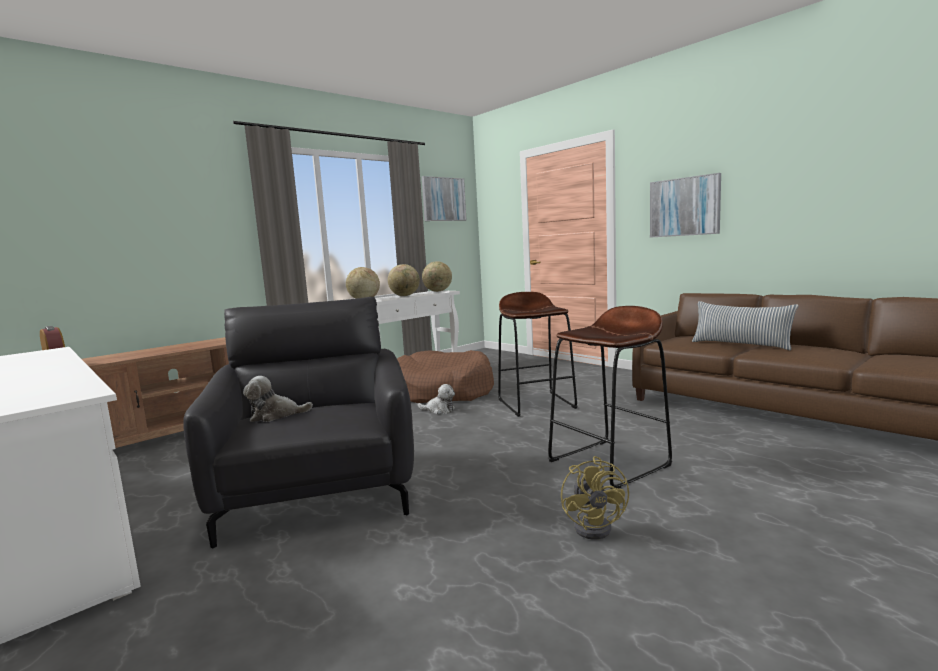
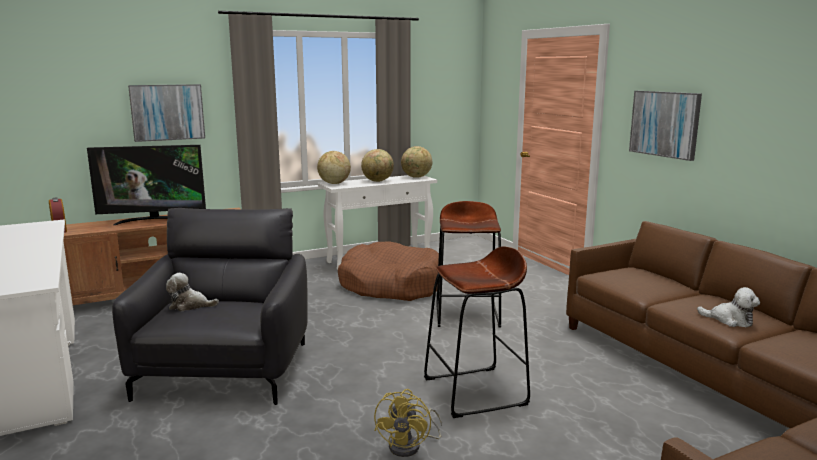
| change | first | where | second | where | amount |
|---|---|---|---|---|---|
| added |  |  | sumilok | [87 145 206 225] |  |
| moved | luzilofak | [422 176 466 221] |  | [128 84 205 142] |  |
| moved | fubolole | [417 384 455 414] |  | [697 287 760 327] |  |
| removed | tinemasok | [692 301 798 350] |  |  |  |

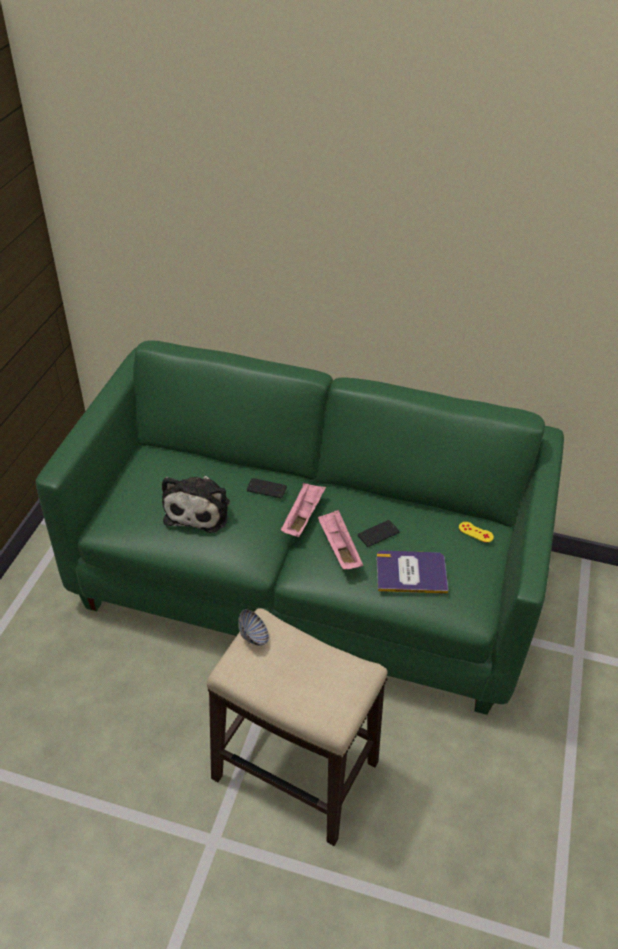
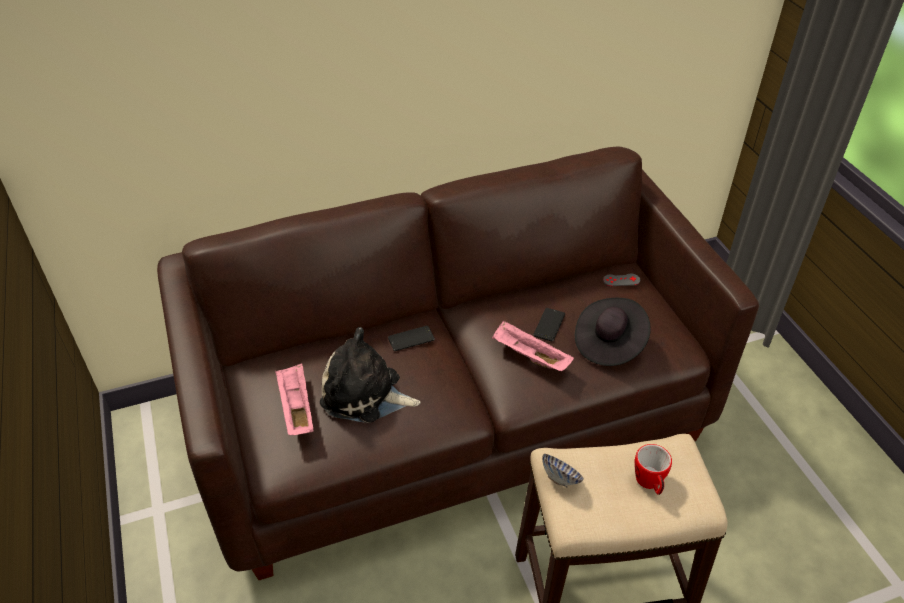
| change | first | where | second | where | amount |
|---|---|---|---|---|---|
| recoloured | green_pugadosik | [35 340 564 715] | brown_pugadosik | [157 147 759 580] |  |
| moved | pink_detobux | [281 483 326 537] |  | [275 363 313 436] |  |
| turned | fubolole | [162 476 230 533] |  | [320 327 421 423] | 135 degrees clockwise |
| replaced | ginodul | [377 551 448 594] | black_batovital | [575 298 651 366] |  |
| recoloured | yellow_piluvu | [459 522 494 543] | grey_piluvu | [603 274 640 286] |  |
| added |  |  | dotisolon | [634 444 672 495] |  |

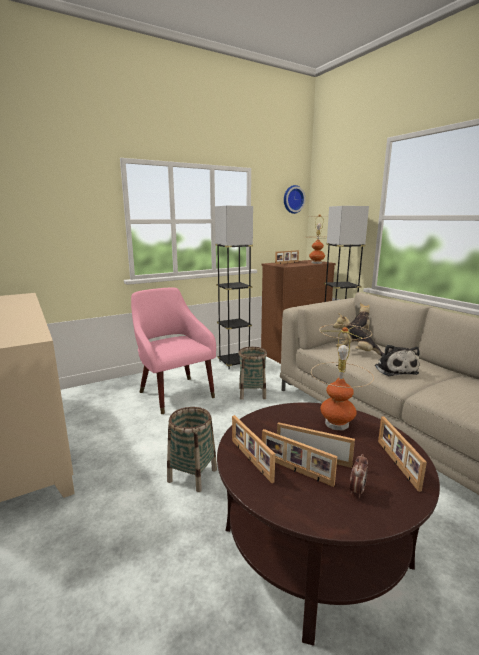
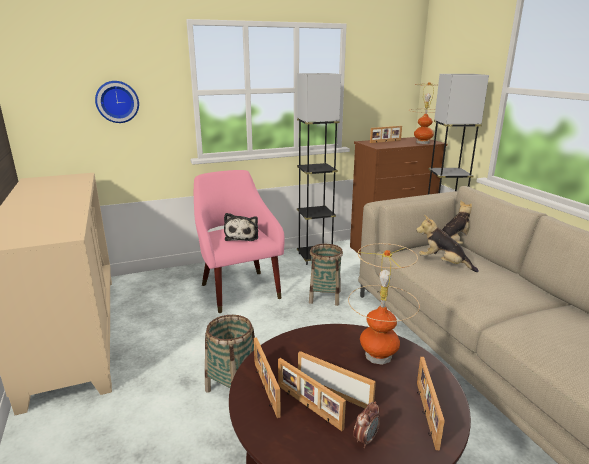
| change | first | where | second | where | amount |
|---|---|---|---|---|---|
| moved | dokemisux | [284 185 306 214] |  | [95 81 139 123] |  |
| moved | fubolole | [375 345 420 376] |  | [224 213 258 241] |  |

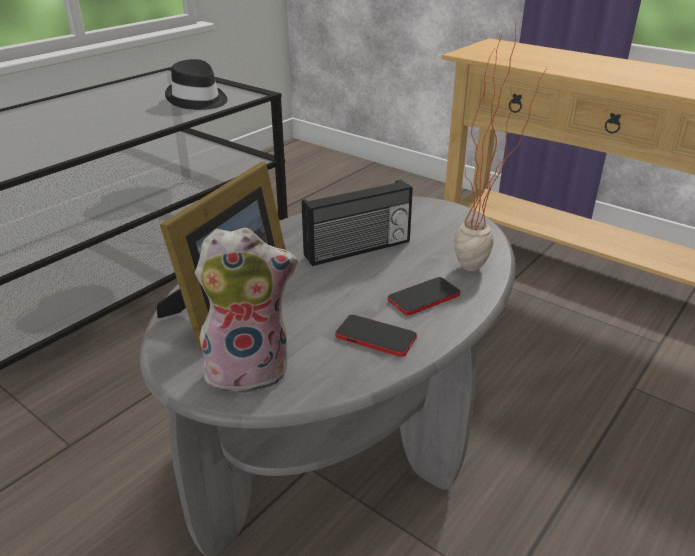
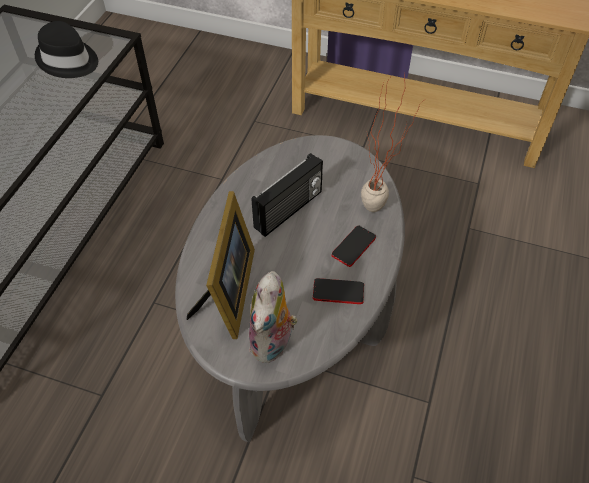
| change | first | where | second | where | amount |
|---|---|---|---|---|---|
| turned | fubolole | [195 228 298 395] |  | [249 271 298 363] | 135 degrees clockwise |

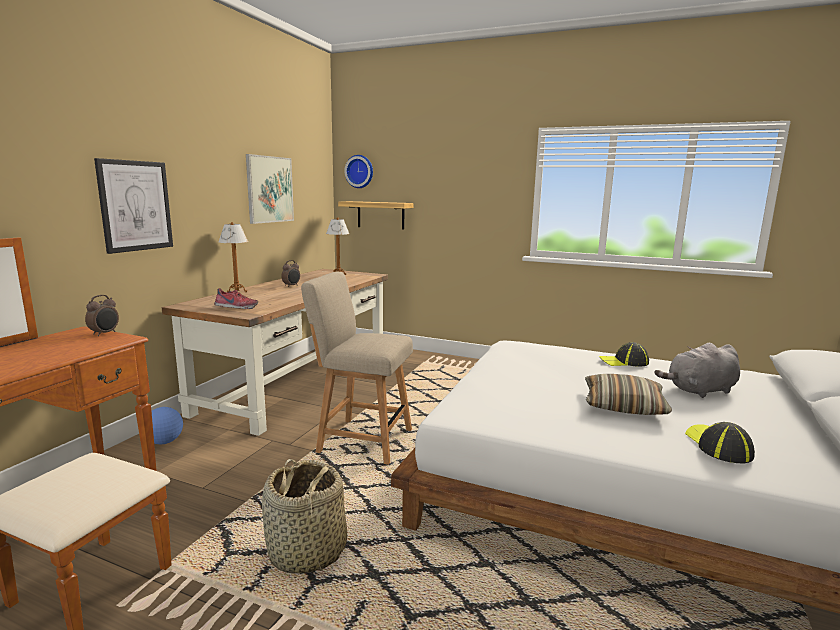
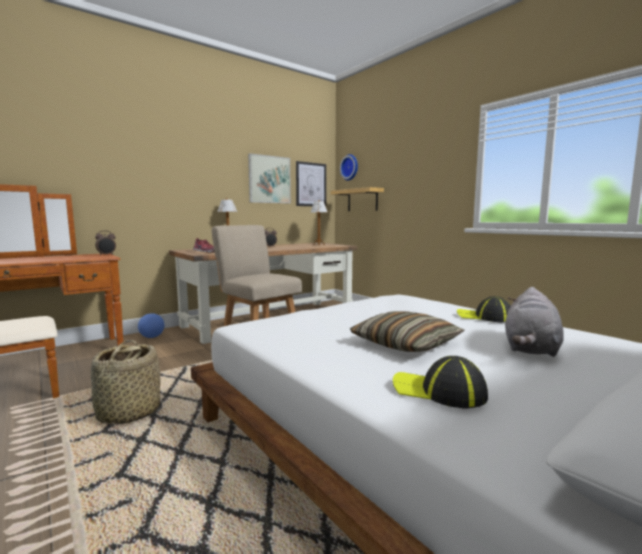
| change | first | where | second | where | amount |
|---|---|---|---|---|---|
| moved | luzilofak | [94 158 173 254] |  | [296 161 326 206] |  |
| turned | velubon | [685 422 755 464] |  | [393 356 488 408] | 90 degrees counterclockwise |
| turned | grey_fubolole | [654 343 740 398] |  | [505 287 564 357] | 75 degrees counterclockwise |

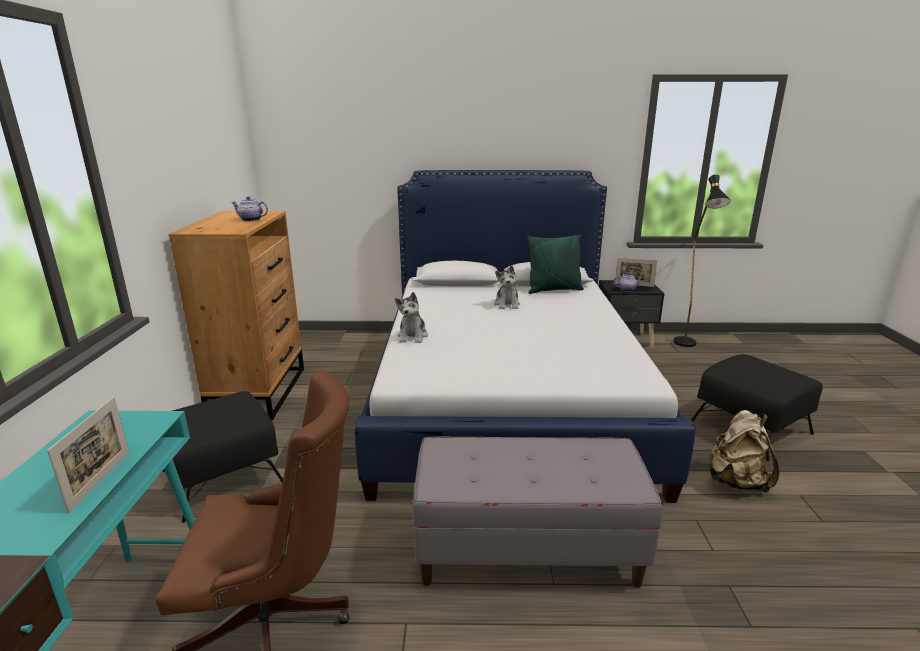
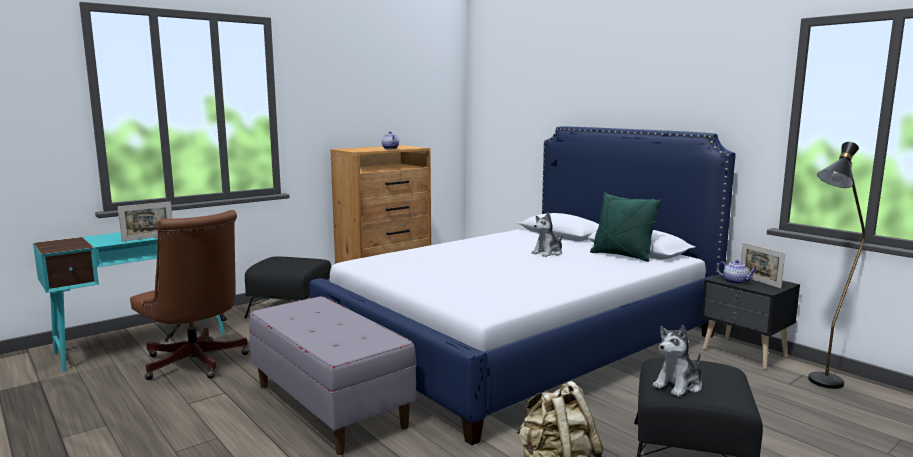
| change | first | where | second | where | amount |
|---|---|---|---|---|---|
| moved | fubolole | [395 292 428 343] |  | [653 325 702 397] |  |

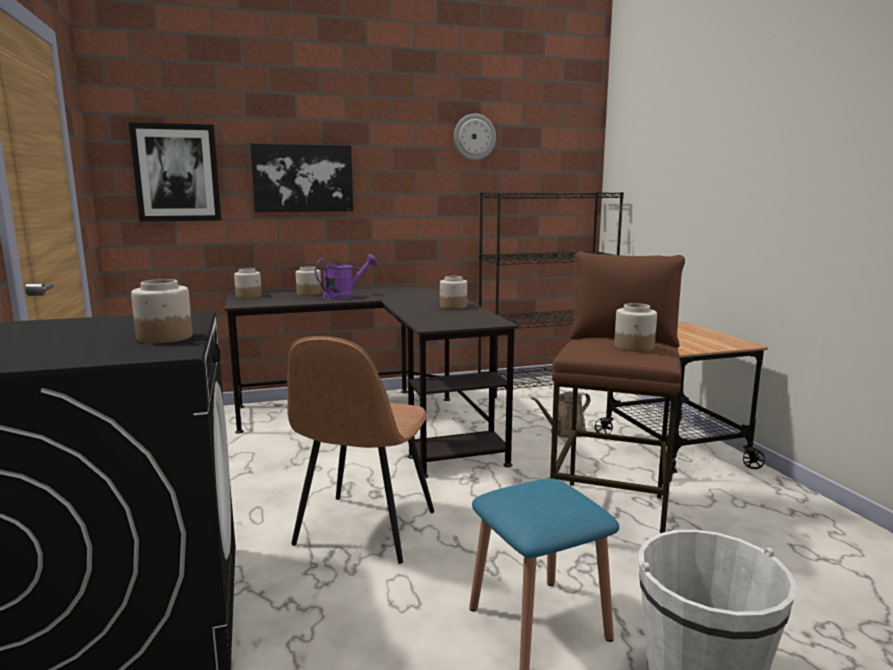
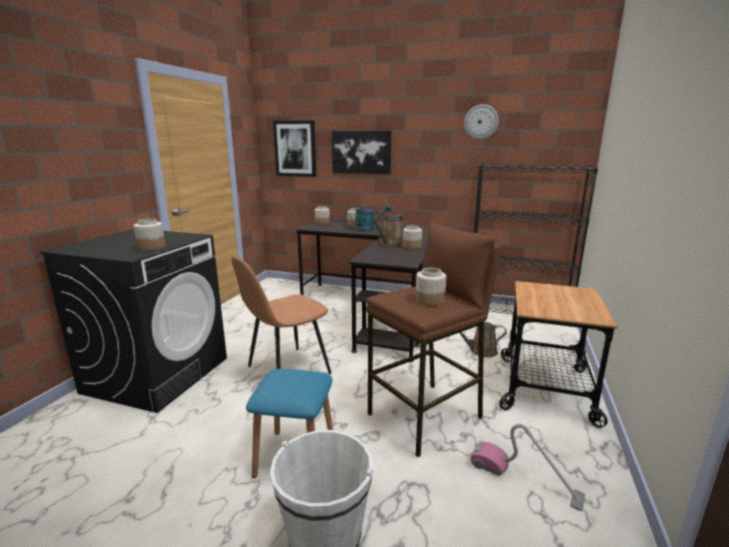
| change | first | where | second | where | amount |
|---|---|---|---|---|---|
| recoloured | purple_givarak | [315 254 377 300] | turquoise_givarak | [350 204 392 232] |  |
| added |  |  | brown_givarak | [370 215 403 246] |  |
| added |  |  | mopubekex | [470 424 585 511] |  |

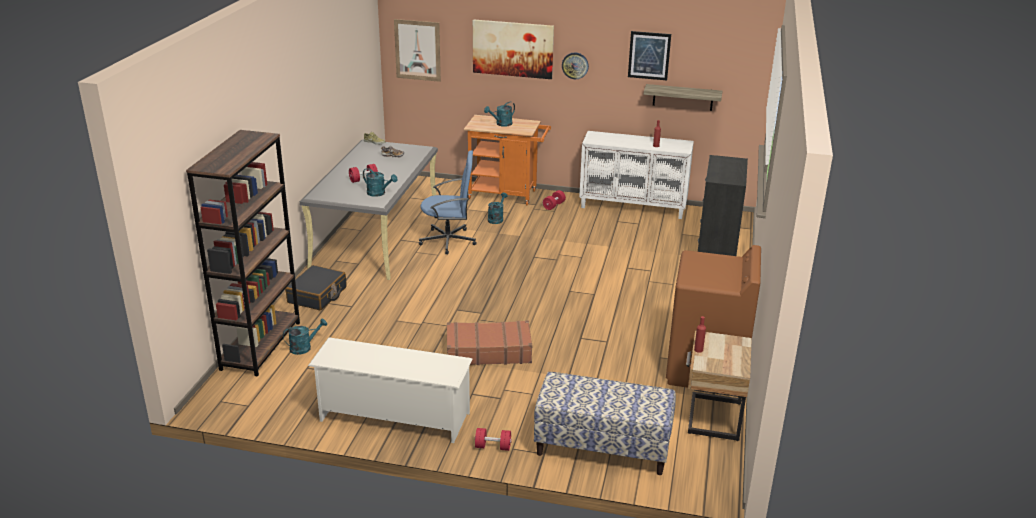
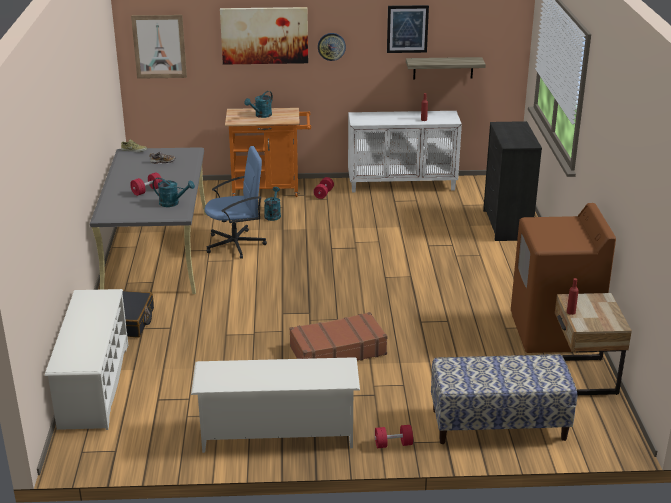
| change | first | where | second | where | amount |
|---|---|---|---|---|---|
| replaced | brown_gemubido | [186 130 300 377] | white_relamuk | [45 289 128 430] |  |
| removed | turquoise_givarak | [283 318 327 355] |  |  |  |

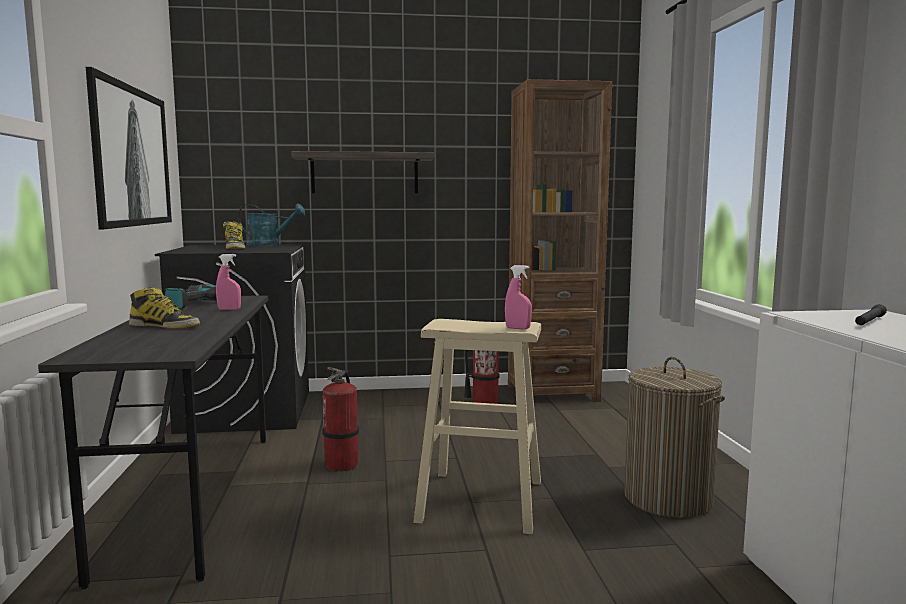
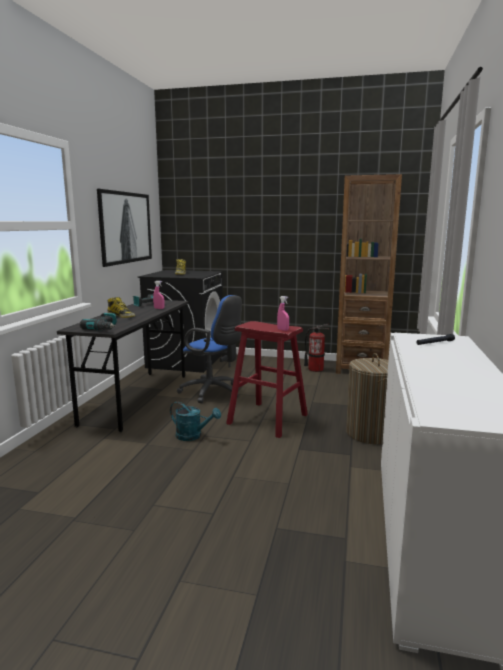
| change | first | where | second | where | amount |
|---|---|---|---|---|---|
| added |  |  | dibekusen | [80 313 117 330] |  |
| moved | turquoise_givarak | [238 203 305 246] |  | [170 402 221 441] |  |
| replaced | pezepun | [322 367 359 472] | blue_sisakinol | [177 295 242 403] |  |
| recoloured | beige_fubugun | [413 319 541 534] | red_fubugun | [226 321 308 438] |  |
| removed | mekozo | [292 151 435 193] |  |  |  |

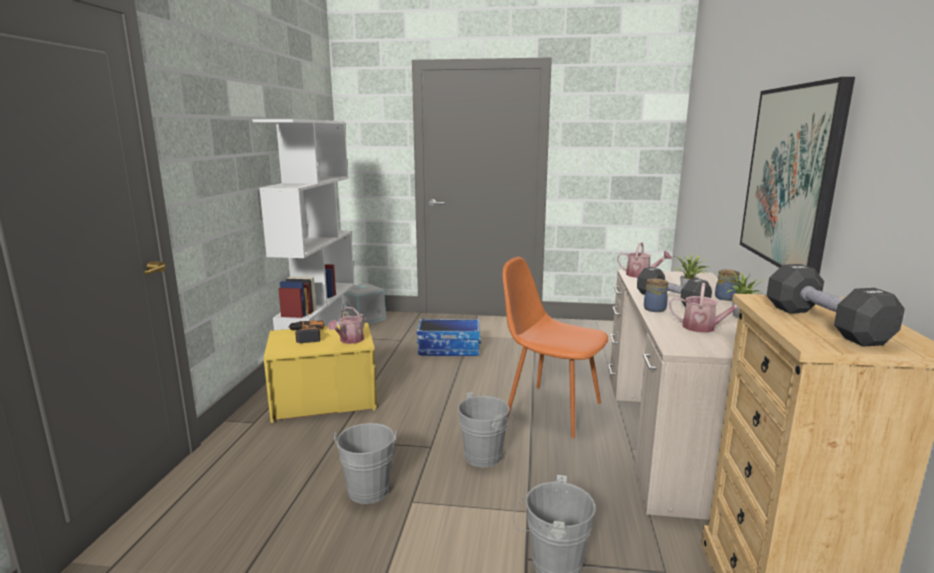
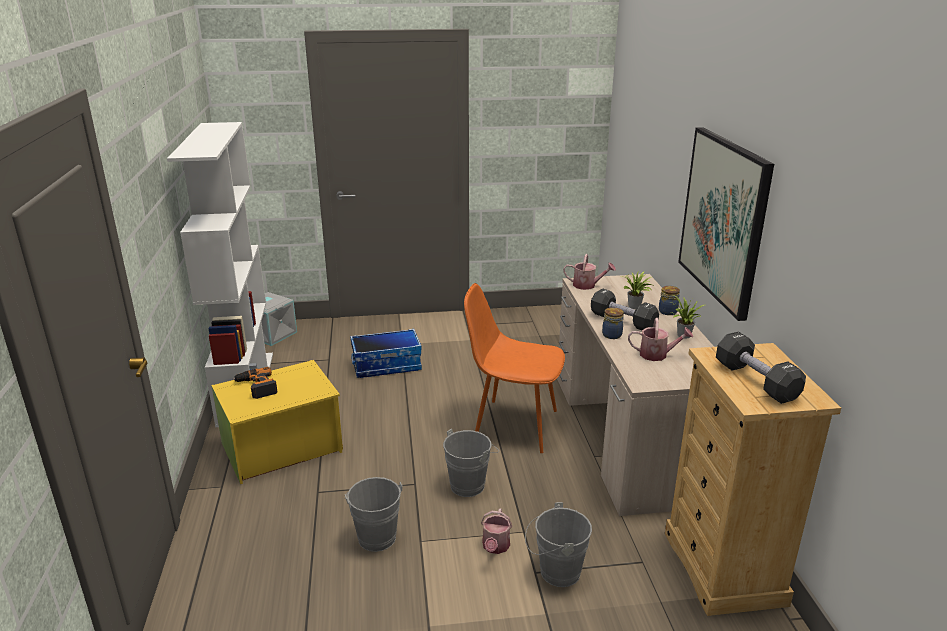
| change | first | where | second | where | amount |
|---|---|---|---|---|---|
| moved | givarak | [328 307 365 344] |  | [481 508 512 554] |  |

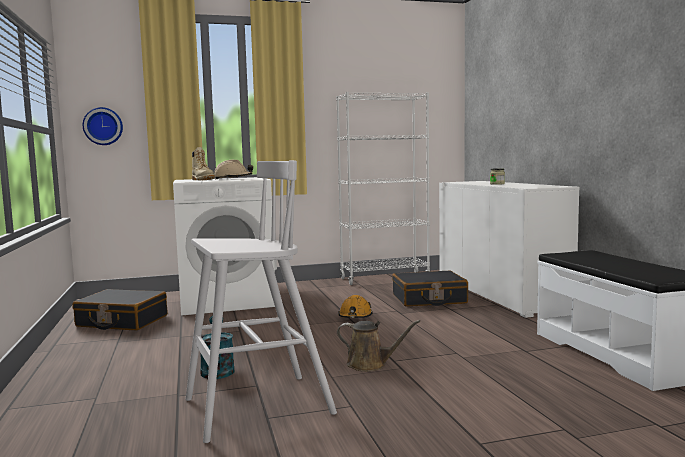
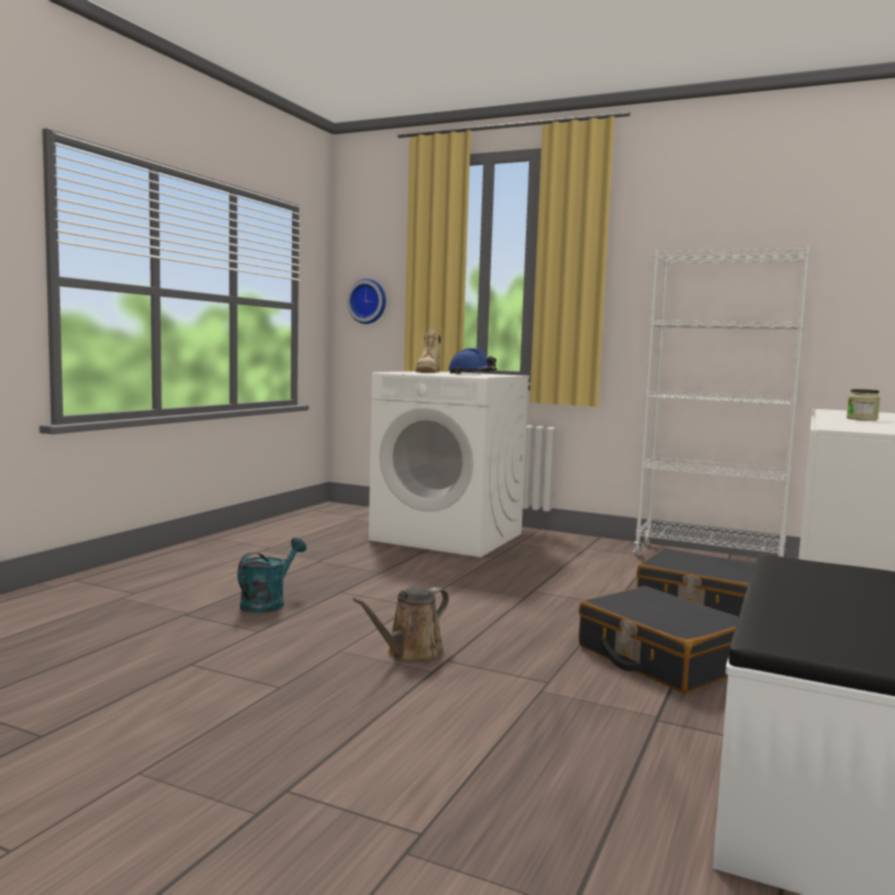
| change | first | where | second | where | amount |
|---|---|---|---|---|---|
| turned | brown_givarak | [337 320 421 372] |  | [353 587 449 663] | 75 degrees clockwise |
| recoloured | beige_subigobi | [214 160 253 179] | blue_subigobi | [448 348 497 373] |  |
| moved | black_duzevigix | [72 289 167 331] |  | [579 586 738 693] |  |
| removed | white_fubugun | [186 160 337 443] |  |  |  |
| removed | orange_subigobi | [338 295 373 318] |  |  |  |

